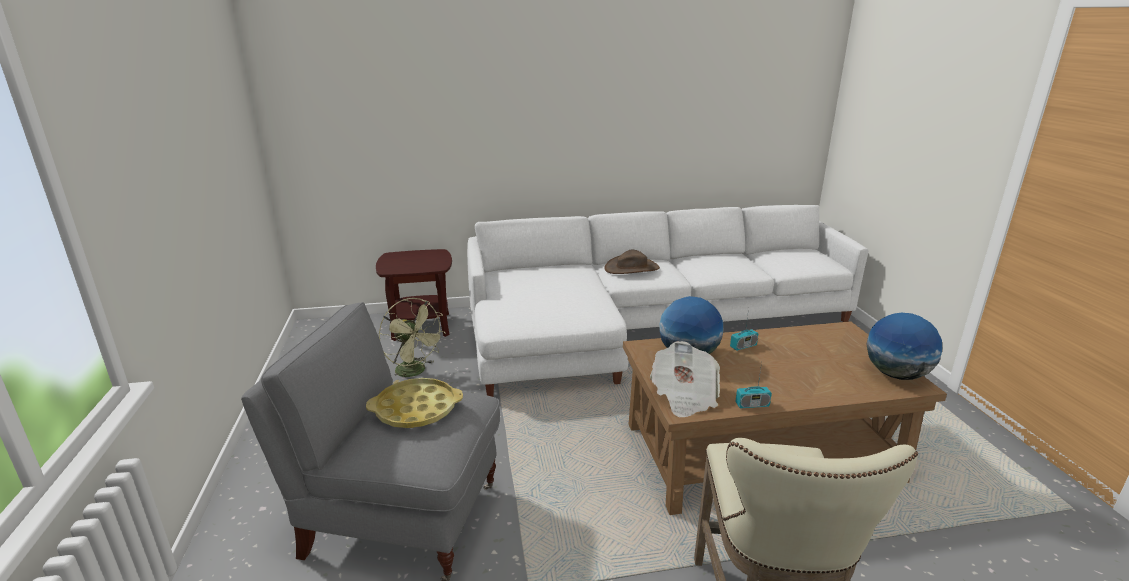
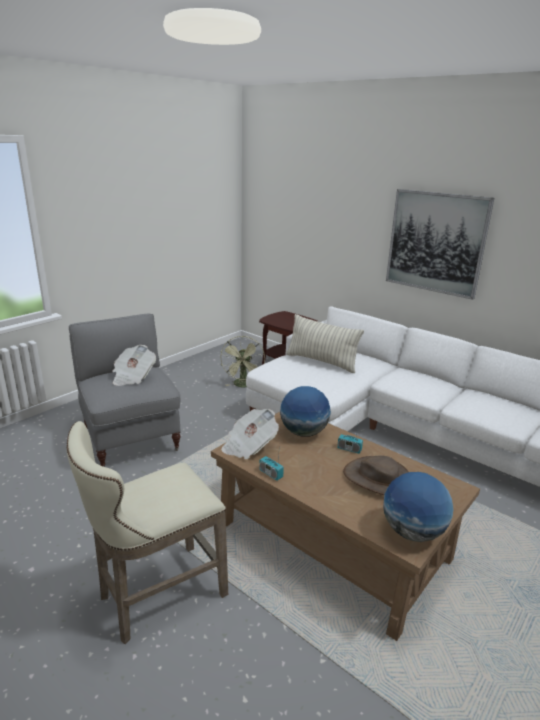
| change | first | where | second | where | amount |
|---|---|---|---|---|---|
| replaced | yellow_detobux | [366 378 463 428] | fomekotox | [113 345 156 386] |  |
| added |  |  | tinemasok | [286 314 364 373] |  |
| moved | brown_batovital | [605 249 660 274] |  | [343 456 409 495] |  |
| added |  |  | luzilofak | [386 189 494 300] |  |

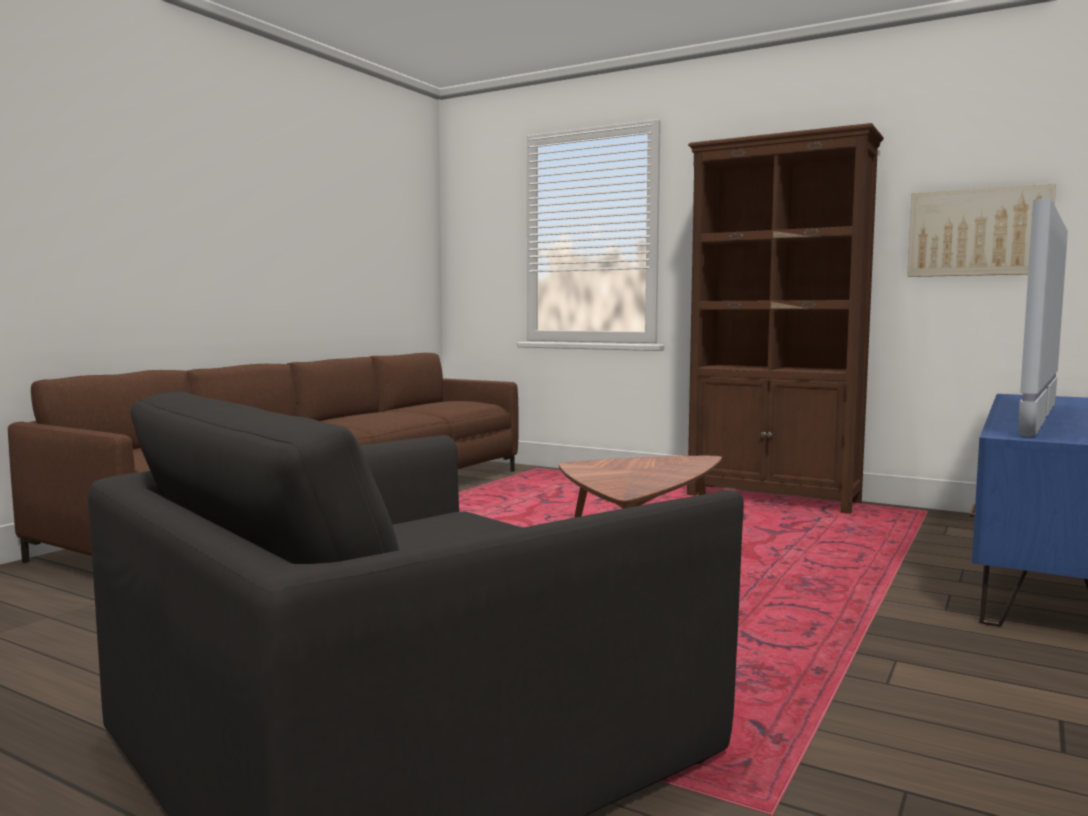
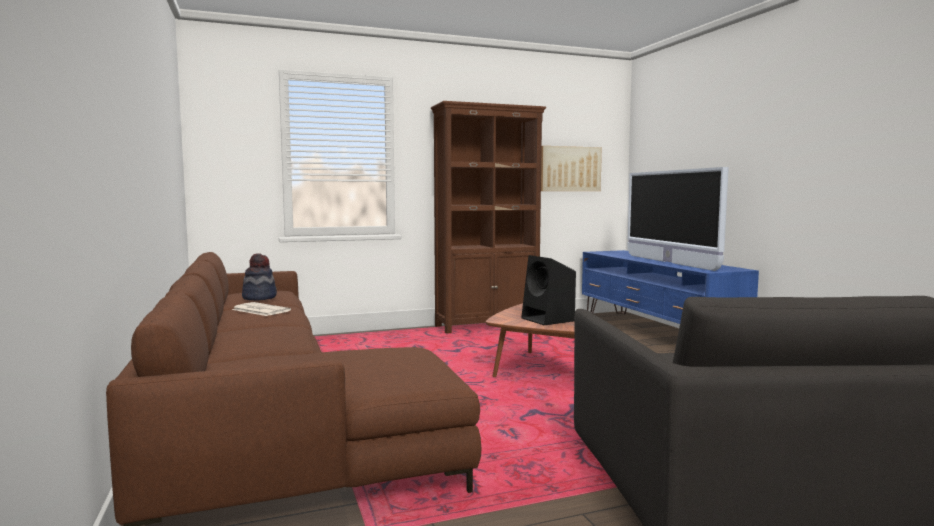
| change | first | where | second | where | amount |
|---|---|---|---|---|---|
| added |  |  | fomekotox | [232 302 291 316] |  |
| added |  |  | batovital | [242 253 277 300] |  |
| added |  |  | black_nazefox | [521 255 576 325] |  |

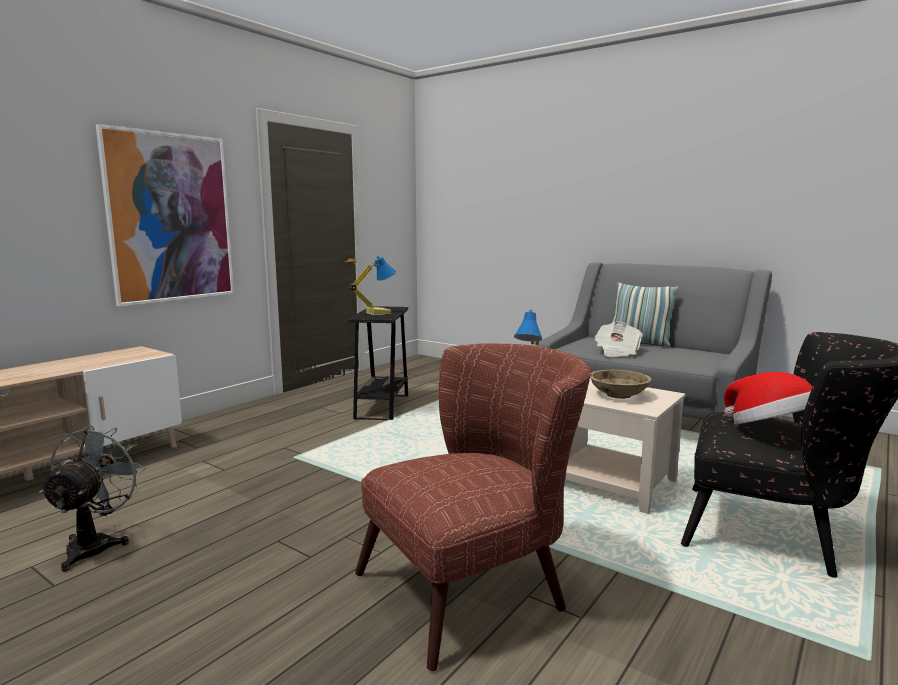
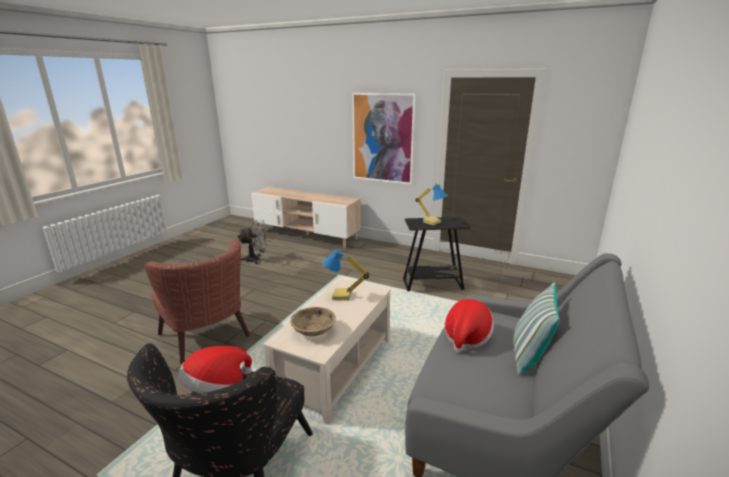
| change | first | where | second | where | amount |
|---|---|---|---|---|---|
| replaced | fomekotox | [594 321 643 357] | batovital | [444 299 494 353] |  |

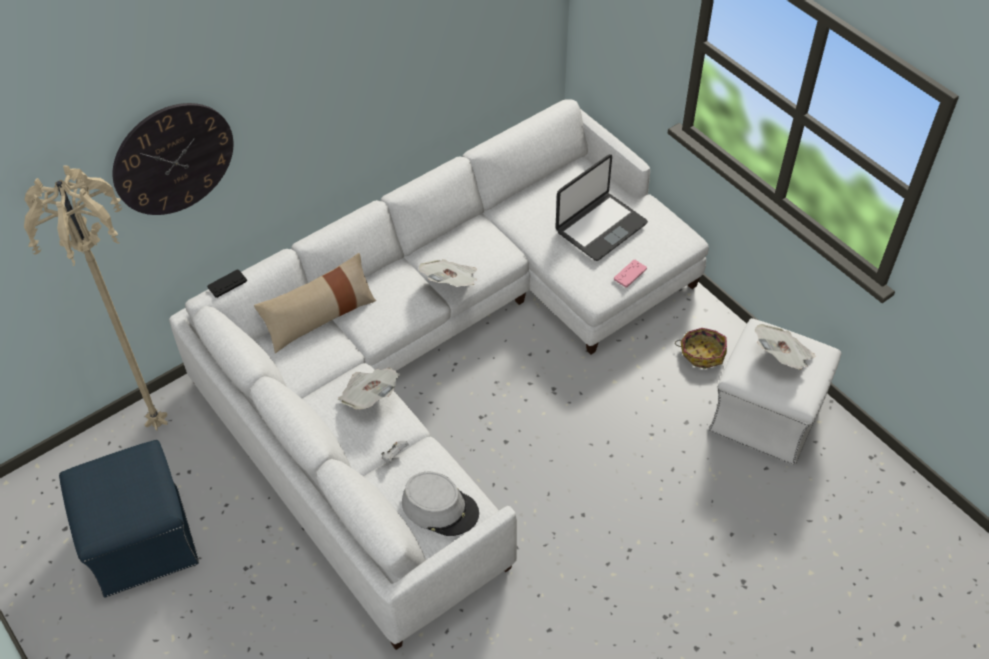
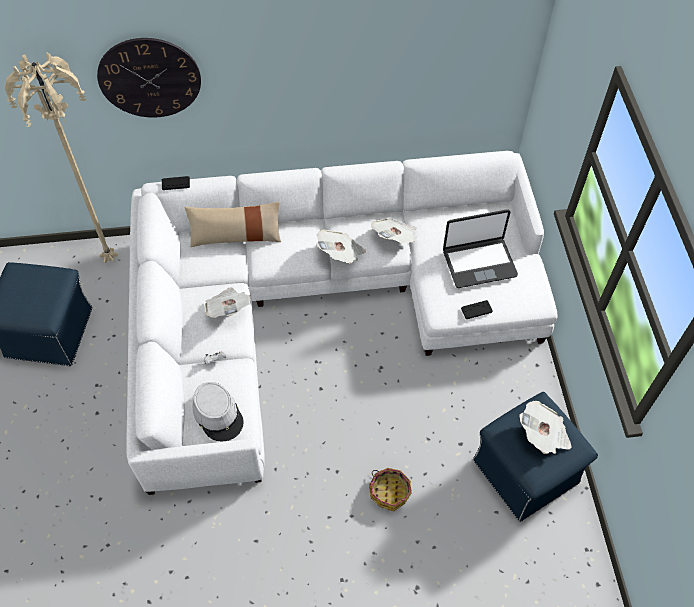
| change | first | where | second | where | amount |
|---|---|---|---|---|---|
| moved | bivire | [675 328 727 369] |  | [369 468 412 511] |  |
| added |  |  | fomekotox | [371 218 416 243] |  |
| recoloured | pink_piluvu | [614 260 647 287] | black_piluvu | [461 300 493 319] |  |
| recoloured | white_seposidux | [709 318 842 465] | blue_seposidux | [473 392 598 522] |  |

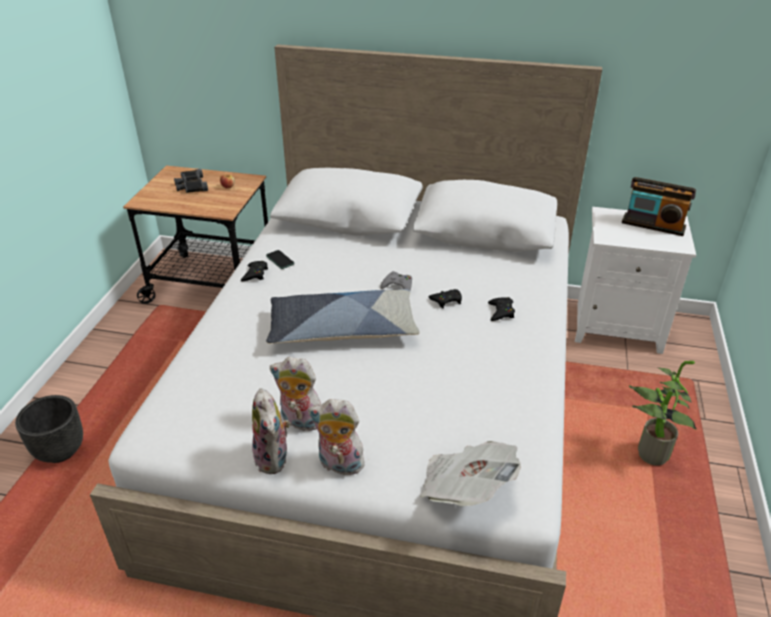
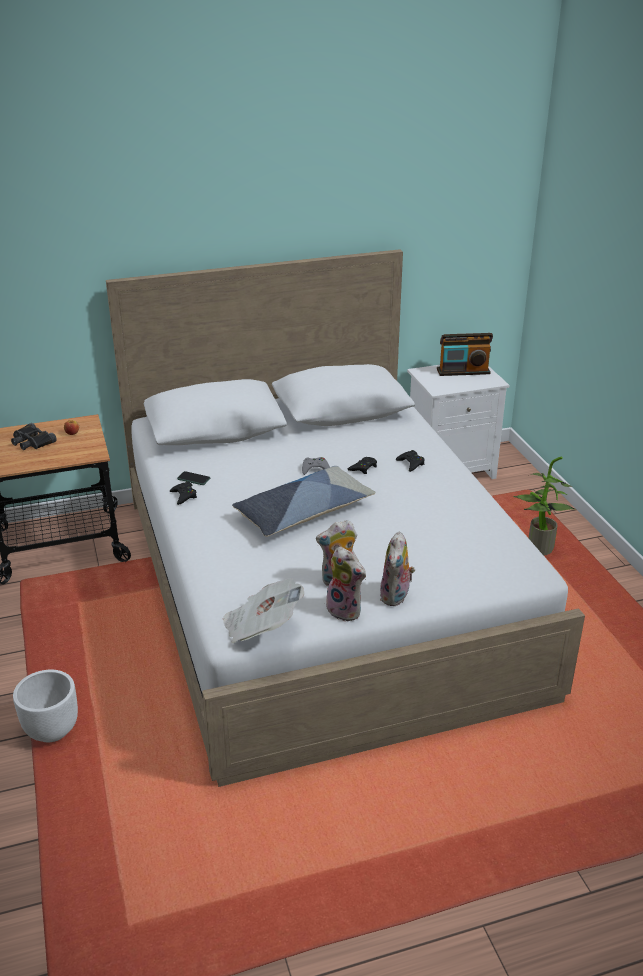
| change | first | where | second | where | amount |
|---|---|---|---|---|---|
| recoloured | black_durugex | [15 395 83 463] | white_durugex | [13 670 78 742] |  |
| moved | fomekotox | [420 441 521 506] |  | [223 578 304 643] |  |
| turned | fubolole | [308 399 365 475] |  | [380 531 415 606] | 60 degrees counterclockwise |

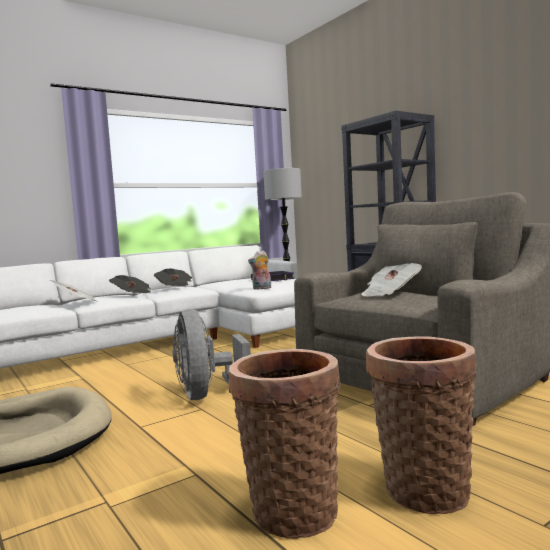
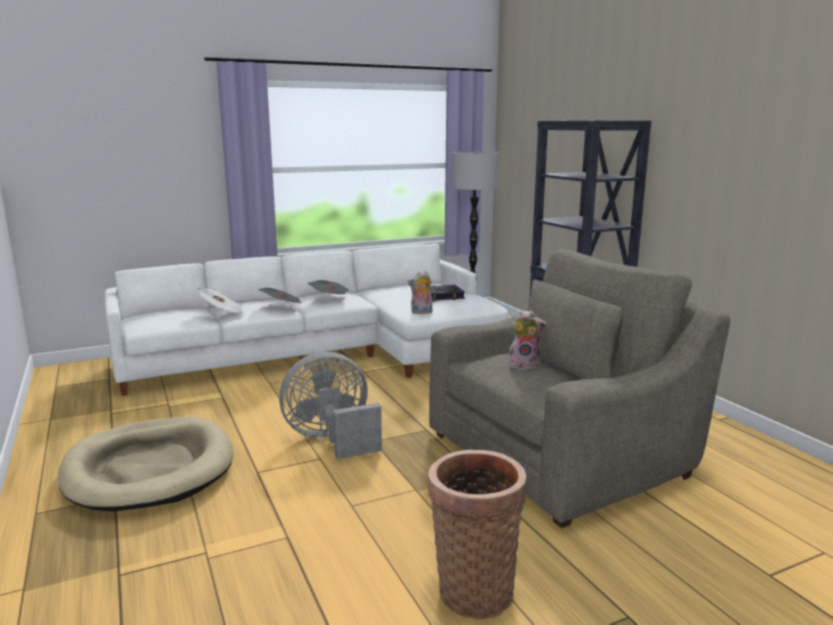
| change | first | where | second | where | amount |
|---|---|---|---|---|---|
| turned | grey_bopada | [173 309 251 400] |  | [279 352 382 459] | 75 degrees clockwise |
| replaced | fomekotox | [361 263 422 297] | fubolole | [509 310 547 371] |  |
| removed | bivire | [228 349 341 539] |  |  |  |

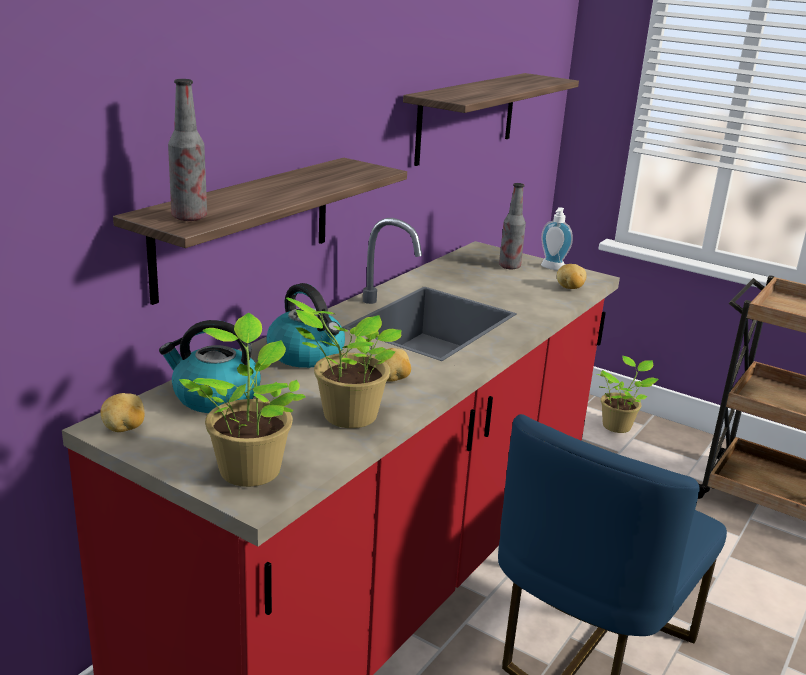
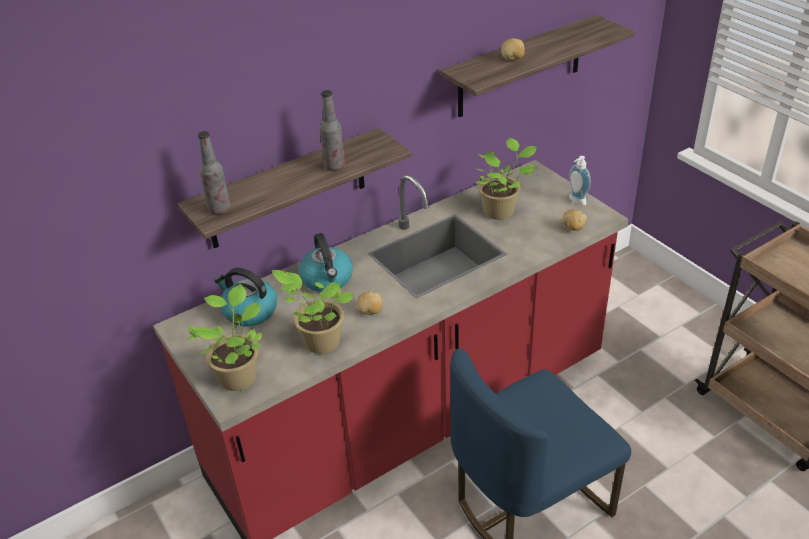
| change | first | where | second | where | amount |
|---|---|---|---|---|---|
| moved | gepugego | [499 183 526 269] |  | [320 90 345 171] |  |
| moved | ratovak | [597 356 658 433] |  | [474 138 537 220] |  |
| moved | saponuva | [101 393 145 432] |  | [501 38 525 61] |  |

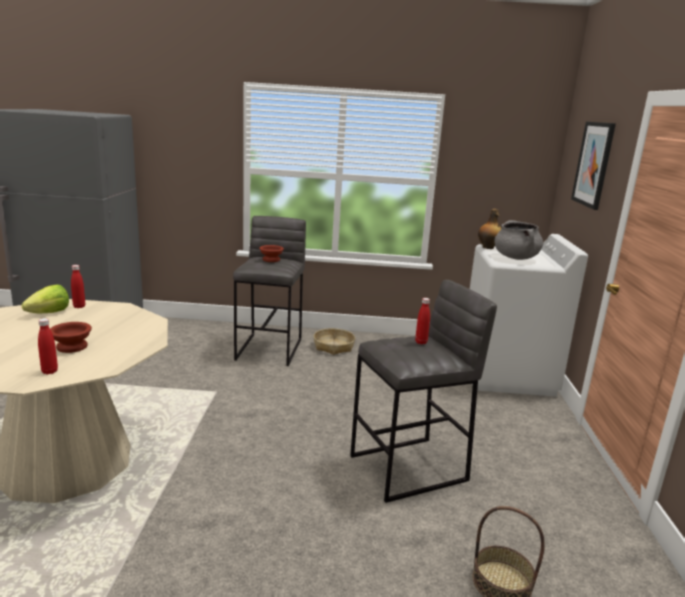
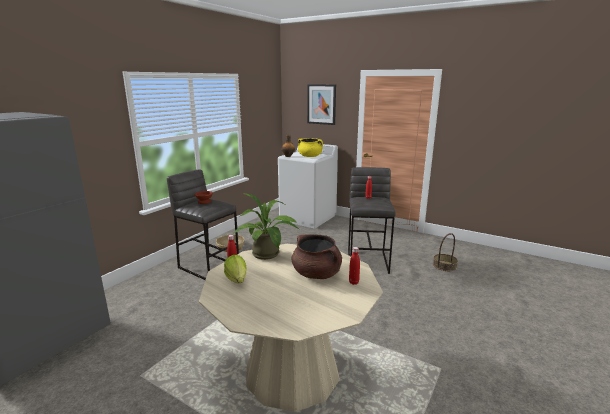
| change | first | where | second | where | amount |
|---|---|---|---|---|---|
| added |  |  | ratovak | [233 193 300 260] |  |
| replaced | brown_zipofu | [50 322 92 353] | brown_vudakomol | [292 234 342 279] |  |
| recoloured | grey_vudakomol | [494 220 543 260] | yellow_vudakomol | [298 138 323 157] |  |

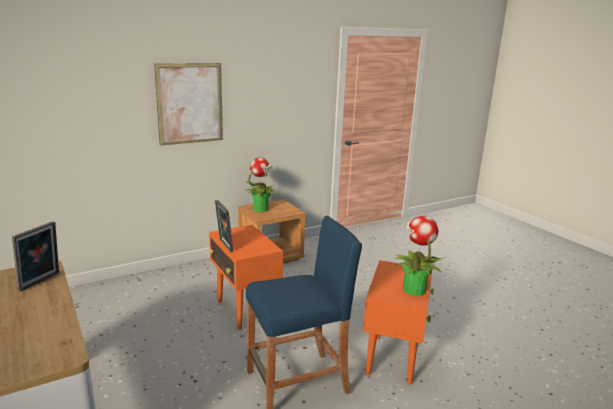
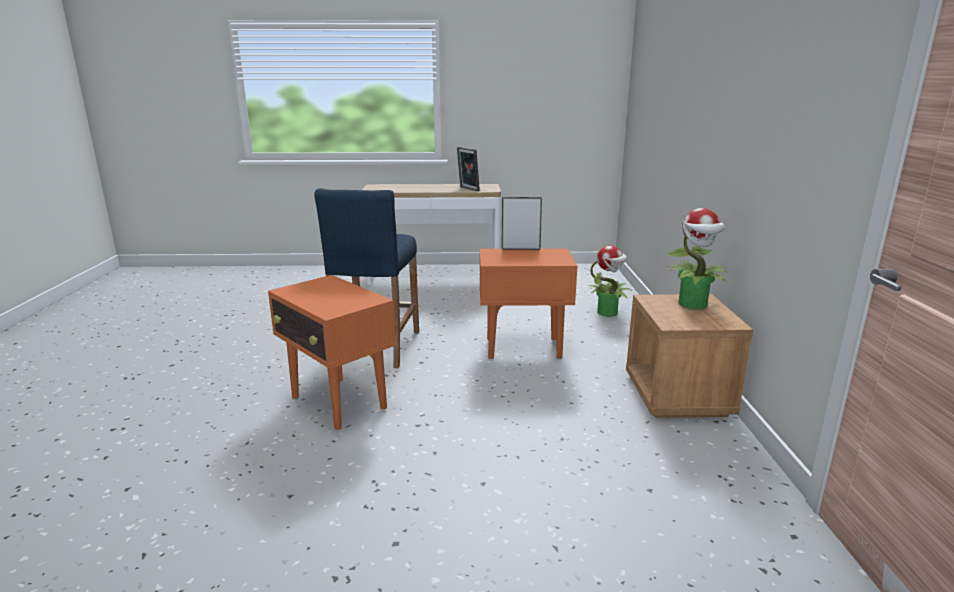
| change | first | where | second | where | amount |
|---|---|---|---|---|---|
| moved | ratovak | [395 216 445 296] |  | [588 245 633 317] |  |
| removed | luzilofak | [154 63 223 146] |  |  |  |

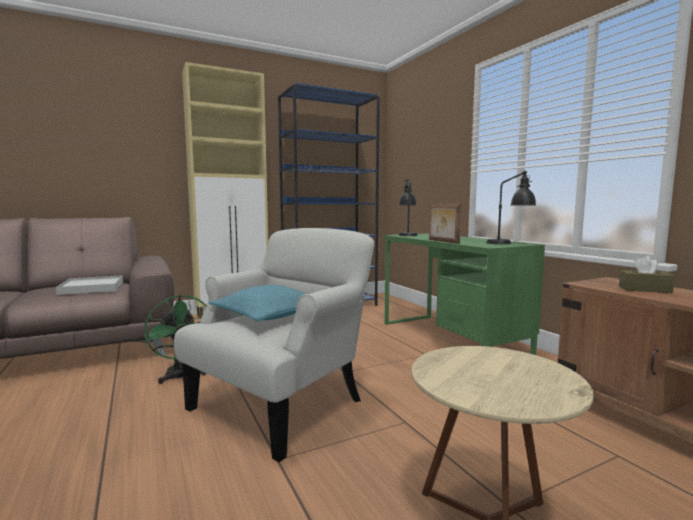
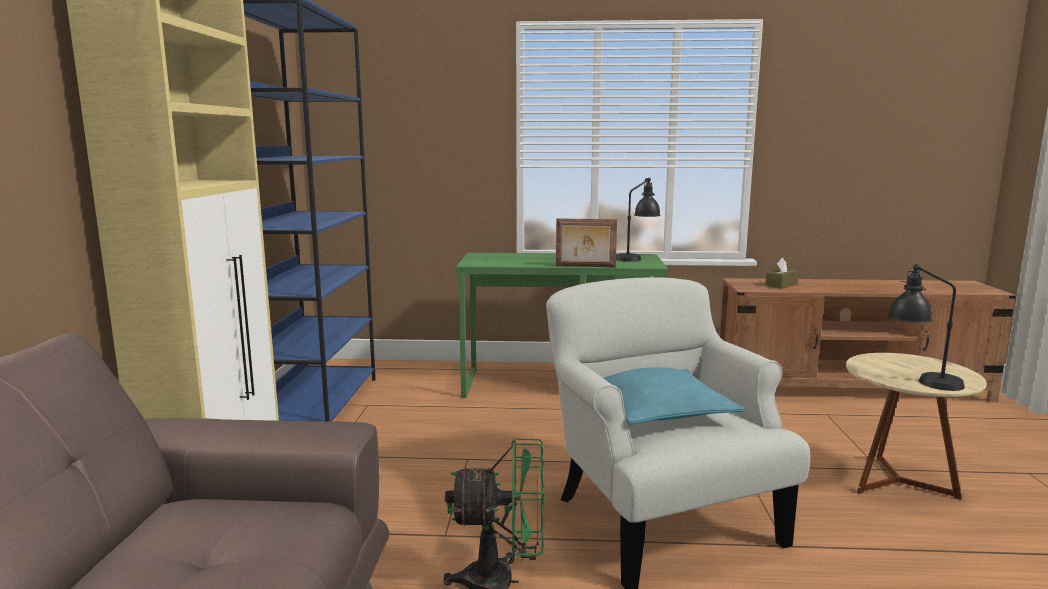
| change | first | where | second | where | amount |
|---|---|---|---|---|---|
| moved | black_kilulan | [399 179 418 236] |  | [888 264 965 391] |  |
| removed | white_detobux | [56 275 123 295] |  |  |  |

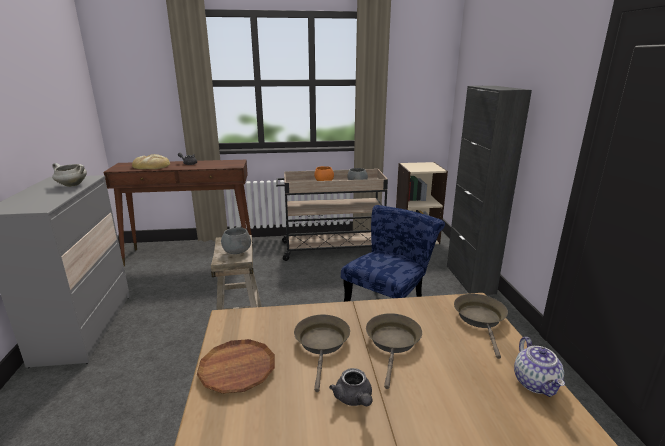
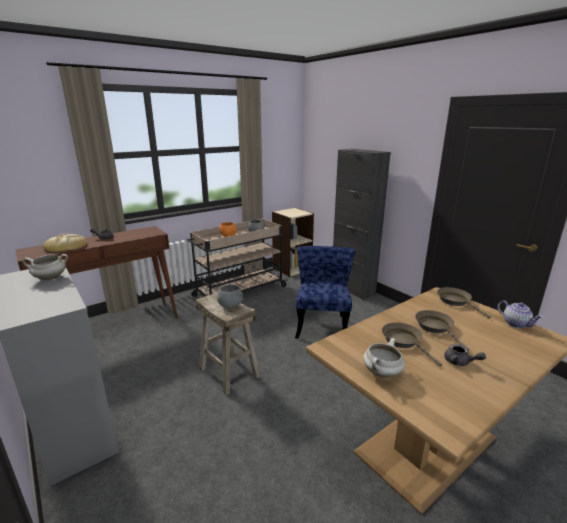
| change | first | where | second | where | amount |
|---|---|---|---|---|---|
| replaced | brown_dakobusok | [197 339 275 394] | white_vudakomol | [363 338 405 378] |  |

